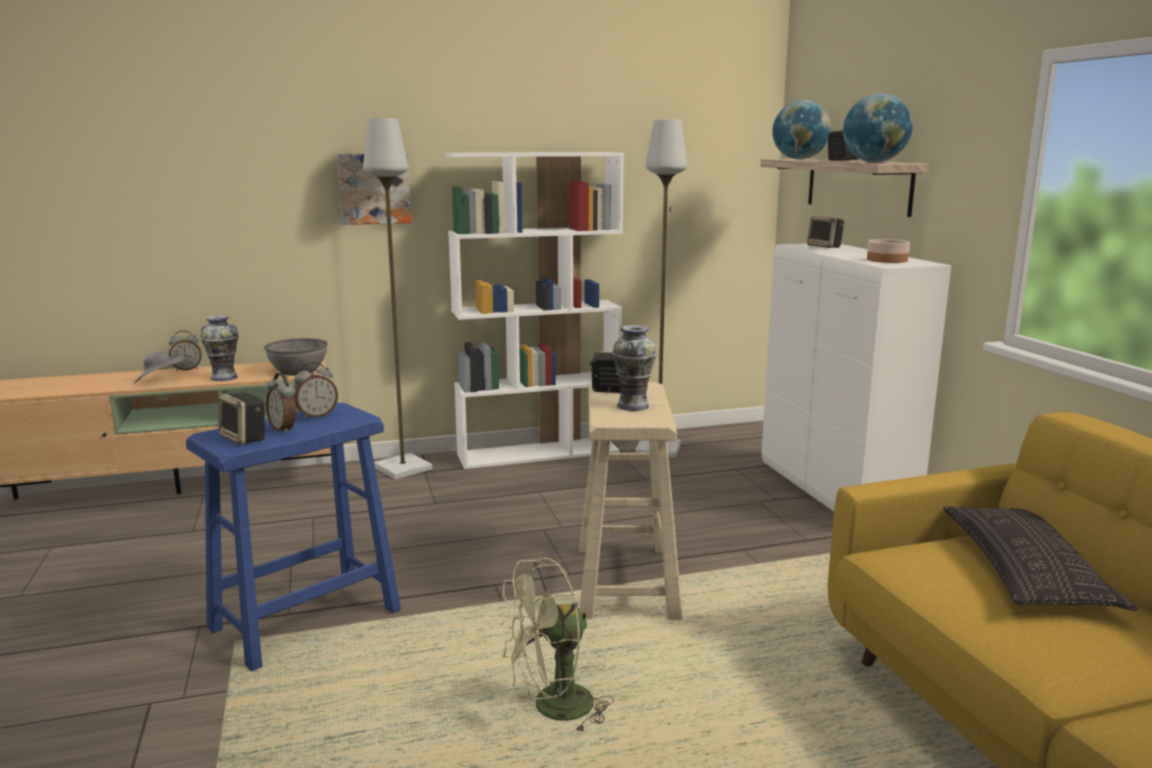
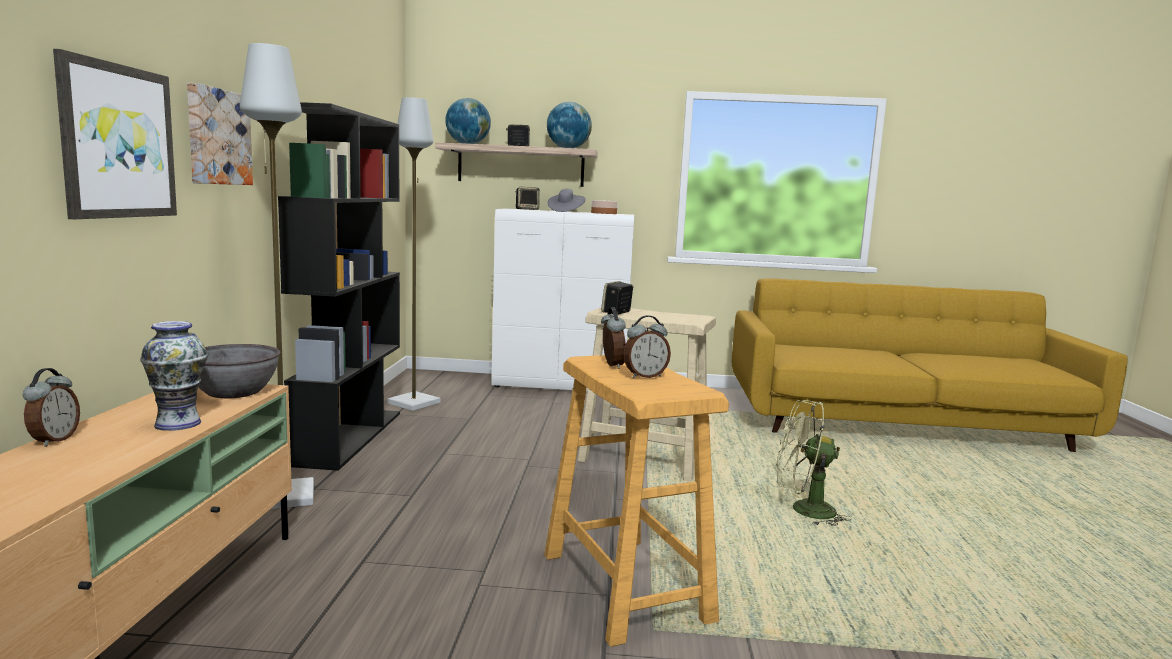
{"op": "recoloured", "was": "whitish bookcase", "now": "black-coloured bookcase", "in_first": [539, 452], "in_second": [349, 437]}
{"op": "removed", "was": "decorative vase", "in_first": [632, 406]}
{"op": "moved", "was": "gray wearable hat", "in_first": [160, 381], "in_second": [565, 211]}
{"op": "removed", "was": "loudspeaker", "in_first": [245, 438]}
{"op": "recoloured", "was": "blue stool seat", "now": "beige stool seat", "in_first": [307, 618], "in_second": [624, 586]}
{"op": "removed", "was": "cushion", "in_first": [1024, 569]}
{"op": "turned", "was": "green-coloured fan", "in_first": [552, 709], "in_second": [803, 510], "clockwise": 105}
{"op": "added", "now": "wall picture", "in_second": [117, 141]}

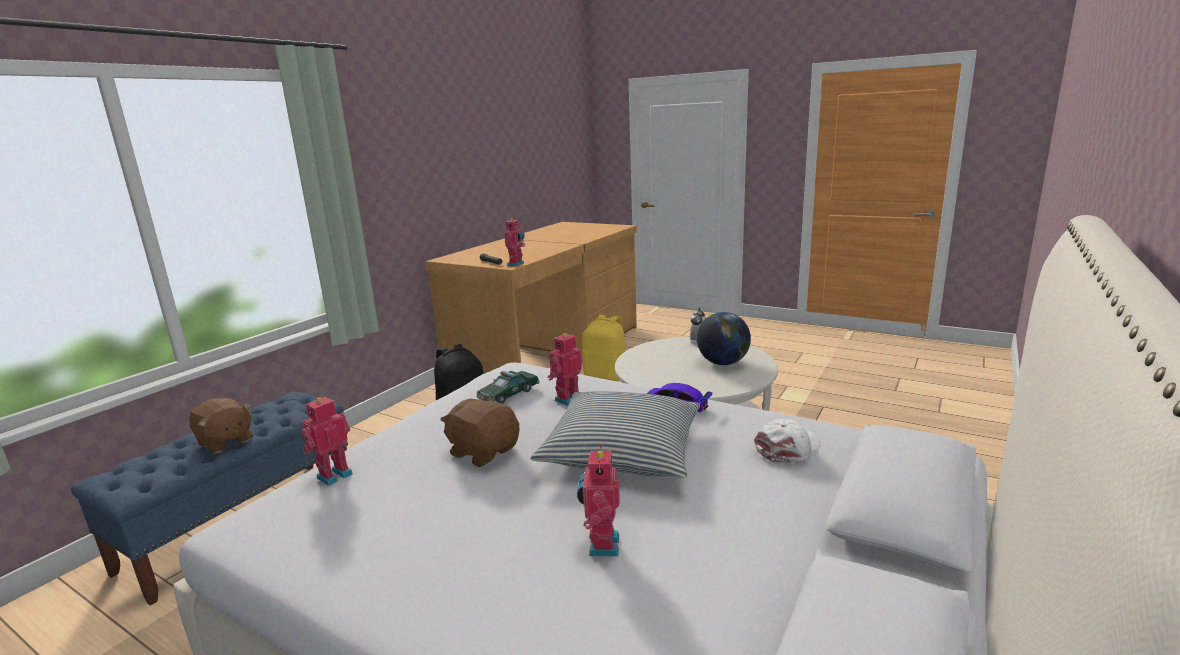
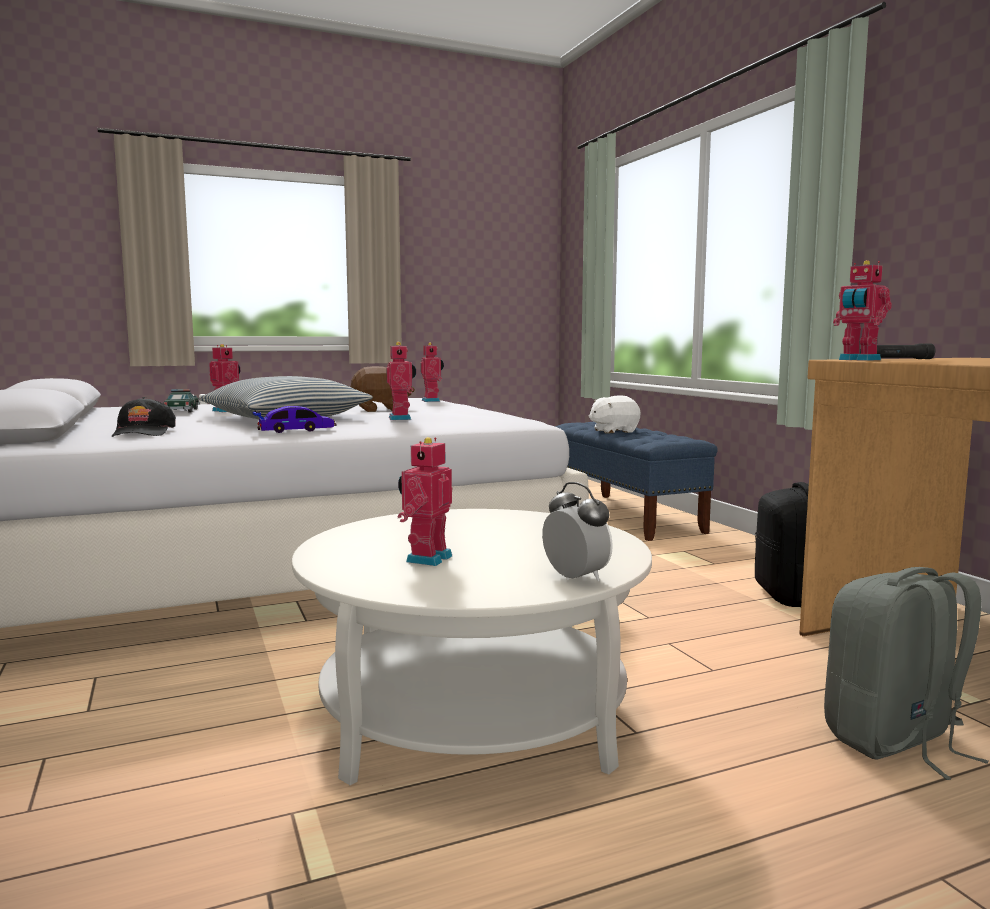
{"op": "replaced", "was": "desk globe", "now": "model robot", "in_first": [723, 363], "in_second": [426, 558]}
{"op": "recoloured", "was": "yellow knapsack", "now": "gray knapsack", "in_first": [606, 376], "in_second": [894, 741]}
{"op": "moved", "was": "miniature car", "in_first": [509, 394], "in_second": [182, 411]}
{"op": "recoloured", "was": "brown plush toy", "now": "whitish plush toy", "in_first": [225, 442], "in_second": [614, 431]}
{"op": "recoloured", "was": "whitish peaked cap", "now": "black-coloured peaked cap", "in_first": [788, 448], "in_second": [143, 432]}

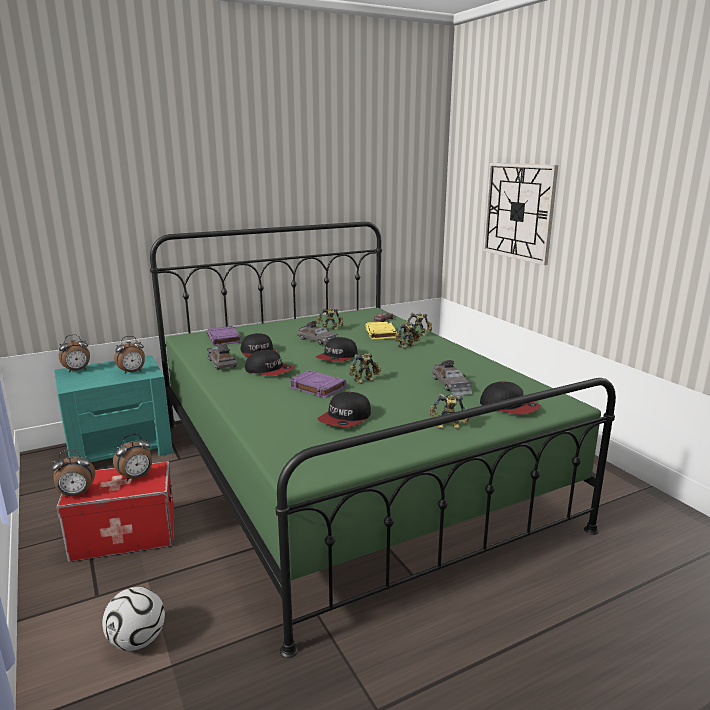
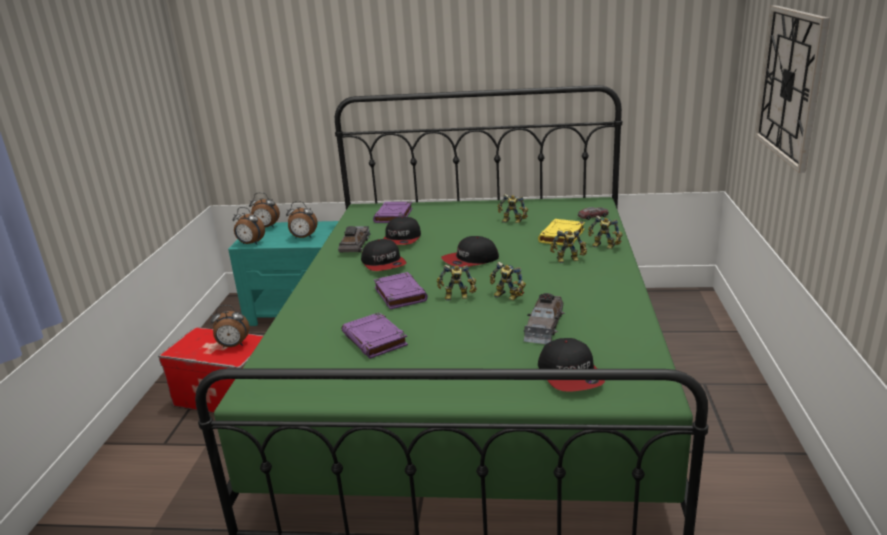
{"op": "removed", "was": "gray miniature car", "in_first": [318, 340]}
{"op": "replaced", "was": "peaked cap", "now": "purple volume", "in_first": [345, 418], "in_second": [375, 340]}
{"op": "moved", "was": "model robot", "in_first": [449, 427], "in_second": [506, 297]}
{"op": "moved", "was": "bedside clock", "in_first": [76, 494], "in_second": [250, 244]}
{"op": "removed", "was": "football ball", "in_first": [138, 640]}

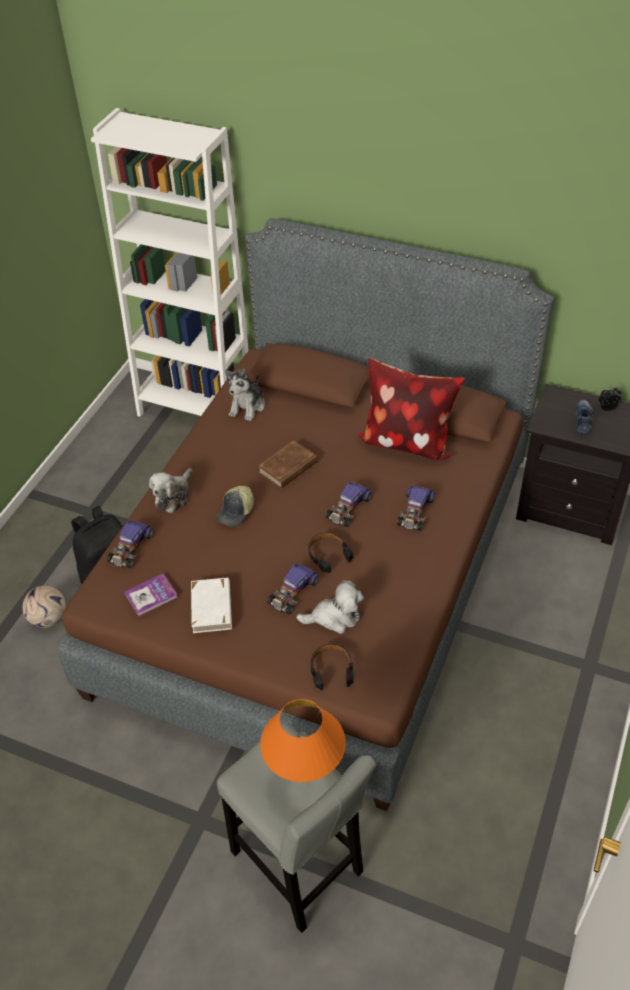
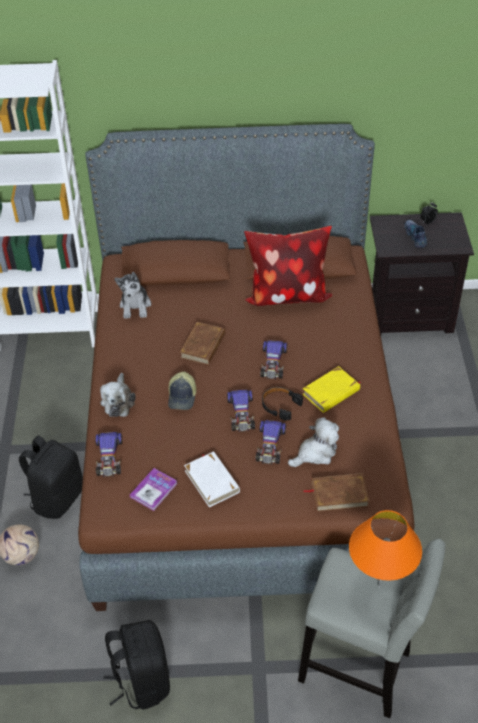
{"op": "moved", "was": "miniature car", "in_first": [415, 512], "in_second": [241, 413]}
{"op": "replaced", "was": "black-coloured pair of headphones", "now": "brown volume", "in_first": [331, 669], "in_second": [339, 494]}
{"op": "added", "now": "yellow volume", "in_second": [331, 392]}
{"op": "added", "now": "black-coloured knapsack", "in_second": [141, 681]}

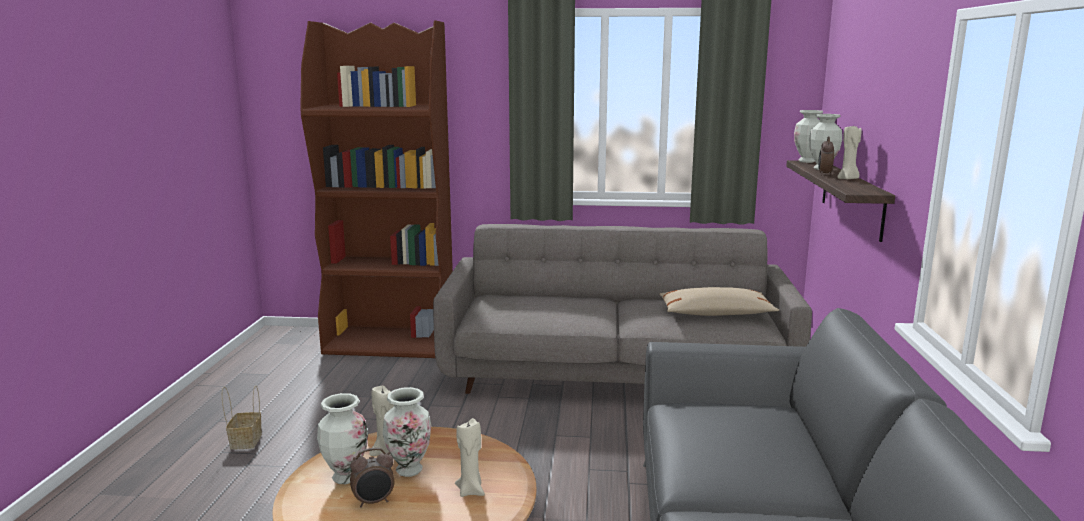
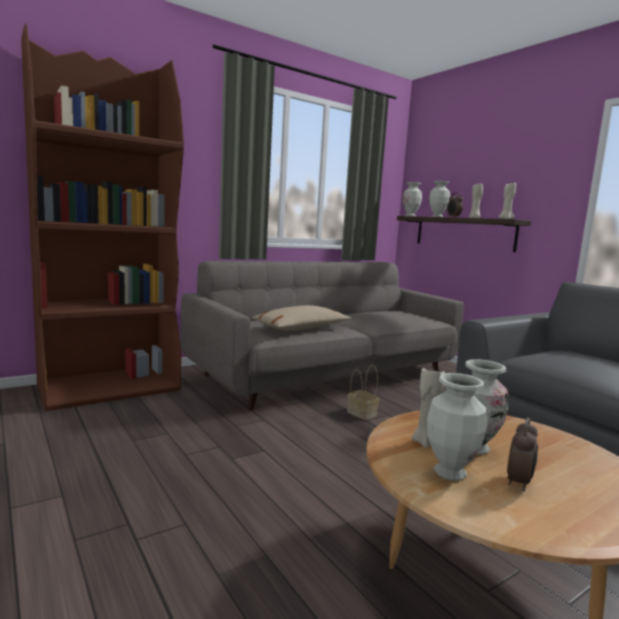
{"op": "moved", "was": "beige cushion", "in_first": [715, 314], "in_second": [301, 328]}
{"op": "moved", "was": "storage basket", "in_first": [245, 440], "in_second": [360, 413]}
{"op": "moved", "was": "beige wax light", "in_first": [471, 490], "in_second": [505, 219]}

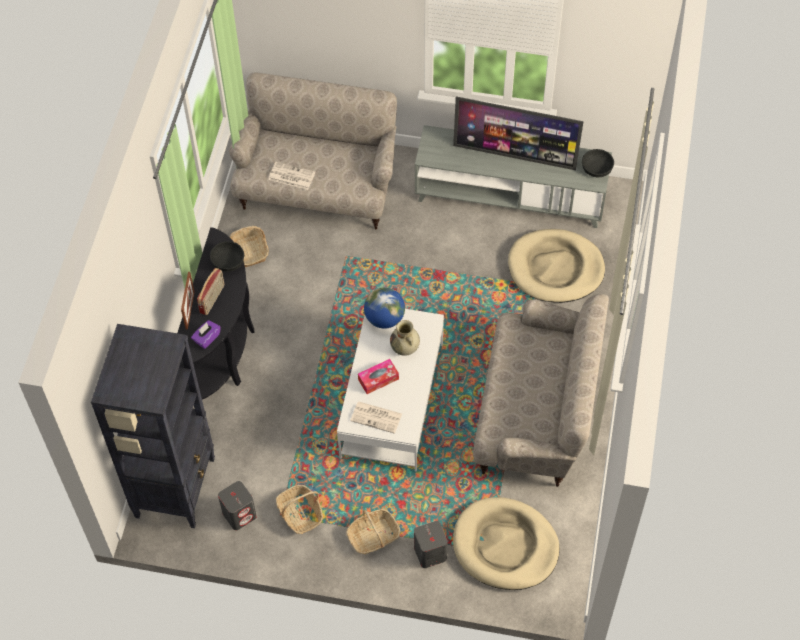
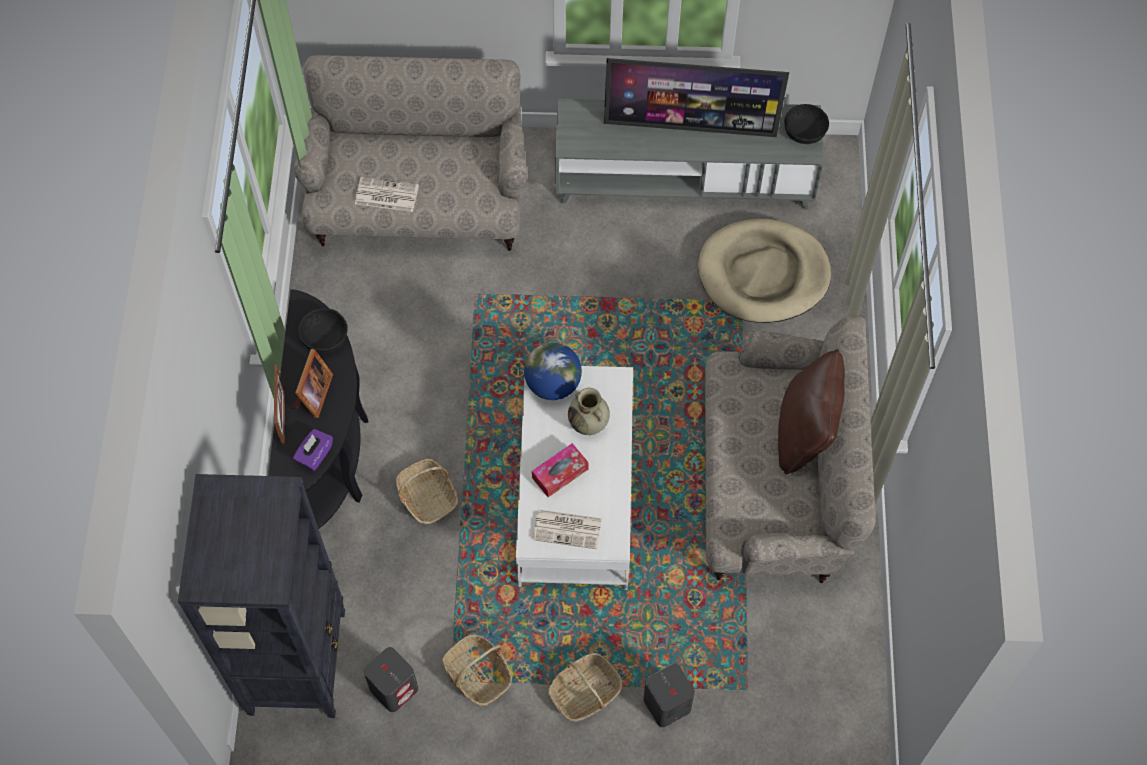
{"op": "moved", "was": "storage basket", "in_first": [249, 251], "in_second": [427, 496]}
{"op": "replaced", "was": "radio set", "now": "standing frame", "in_first": [212, 299], "in_second": [313, 395]}
{"op": "removed", "was": "beige pet bed", "in_first": [505, 546]}
{"op": "added", "now": "brown cushion", "in_second": [805, 433]}

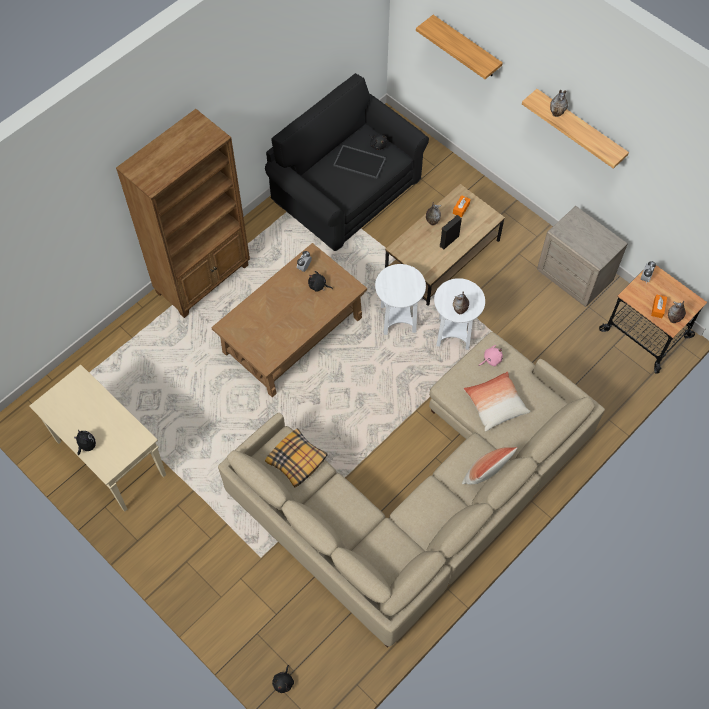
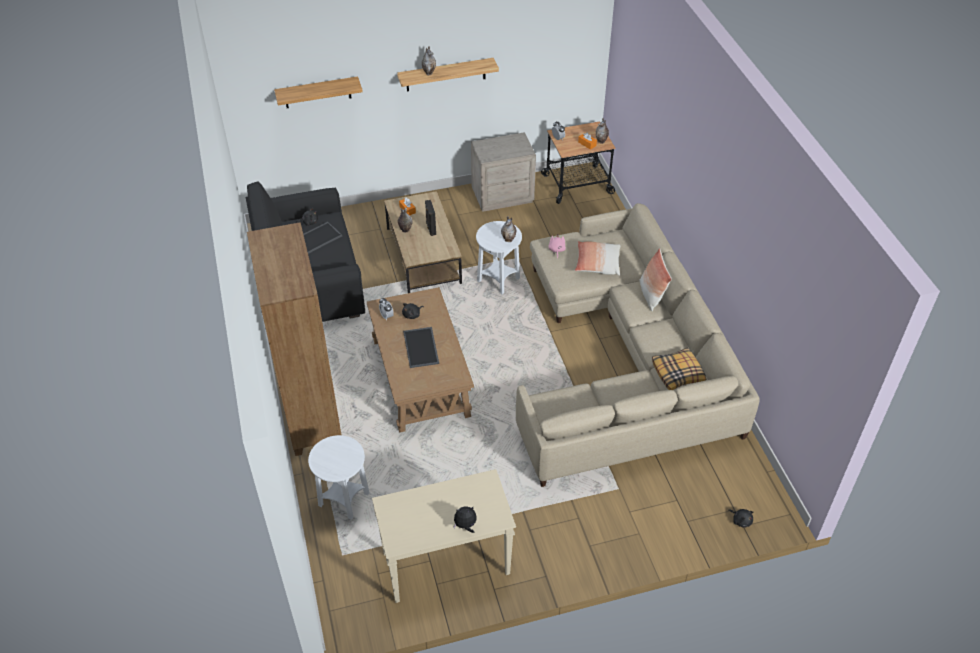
{"op": "moved", "was": "whitish accent table", "in_first": [398, 319], "in_second": [343, 499]}
{"op": "moved", "was": "cushion", "in_first": [297, 460], "in_second": [678, 373]}
{"op": "added", "now": "carrying tray", "in_second": [422, 348]}

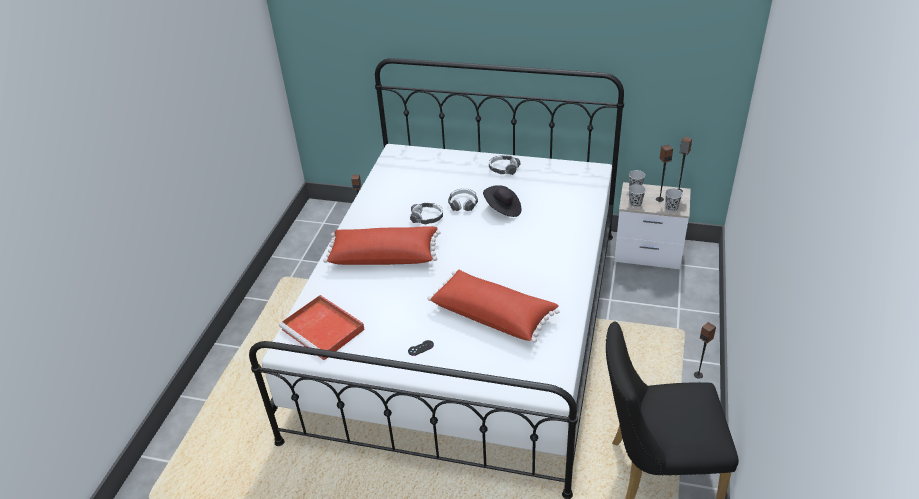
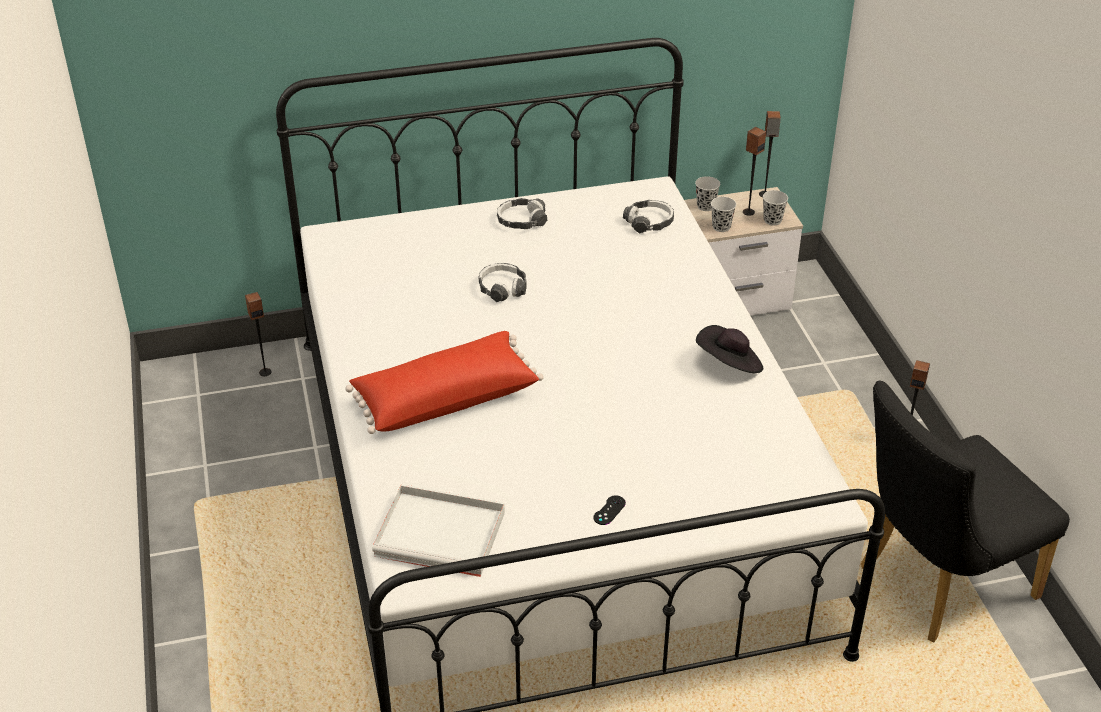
{"op": "moved", "was": "black-coloured wearable hat", "in_first": [503, 209], "in_second": [729, 364]}
{"op": "moved", "was": "pair of headphones", "in_first": [427, 217], "in_second": [649, 222]}
{"op": "removed", "was": "red-coloured cushion", "in_first": [493, 314]}
{"op": "recoloured", "was": "red-coloured carrying tray", "now": "whitish carrying tray", "in_first": [324, 330], "in_second": [443, 534]}

